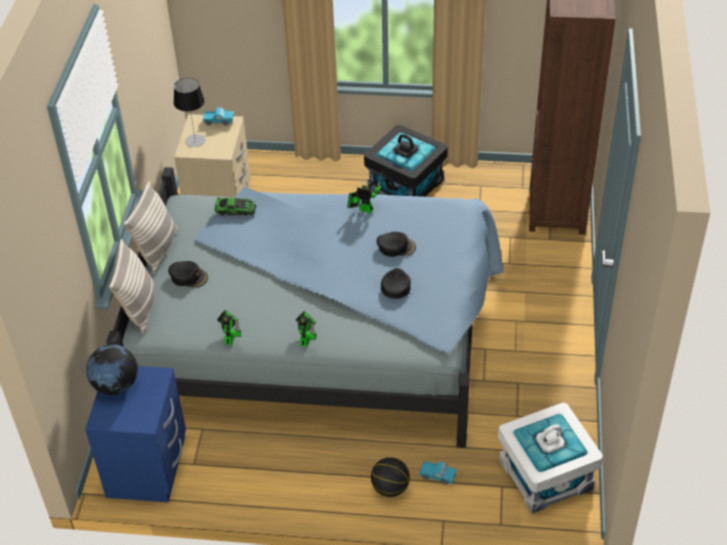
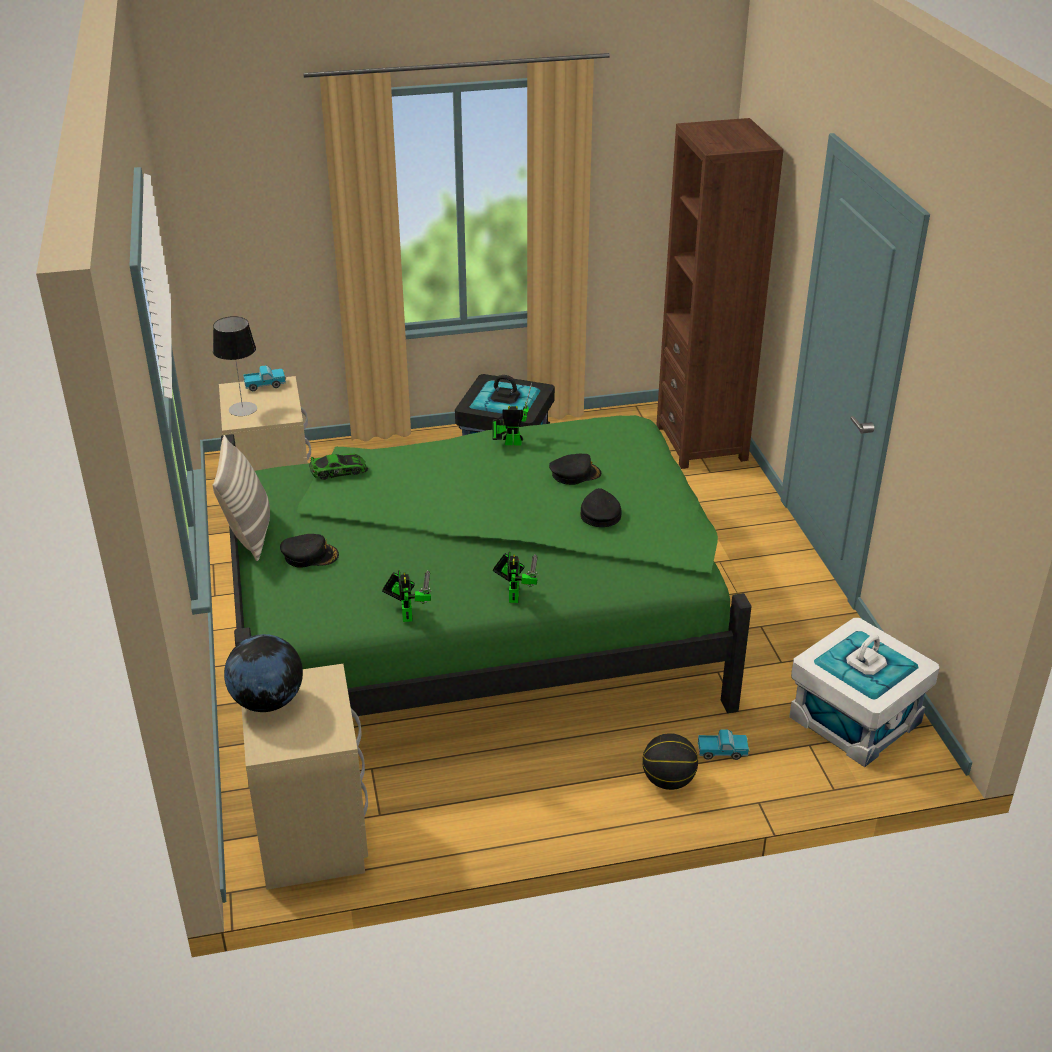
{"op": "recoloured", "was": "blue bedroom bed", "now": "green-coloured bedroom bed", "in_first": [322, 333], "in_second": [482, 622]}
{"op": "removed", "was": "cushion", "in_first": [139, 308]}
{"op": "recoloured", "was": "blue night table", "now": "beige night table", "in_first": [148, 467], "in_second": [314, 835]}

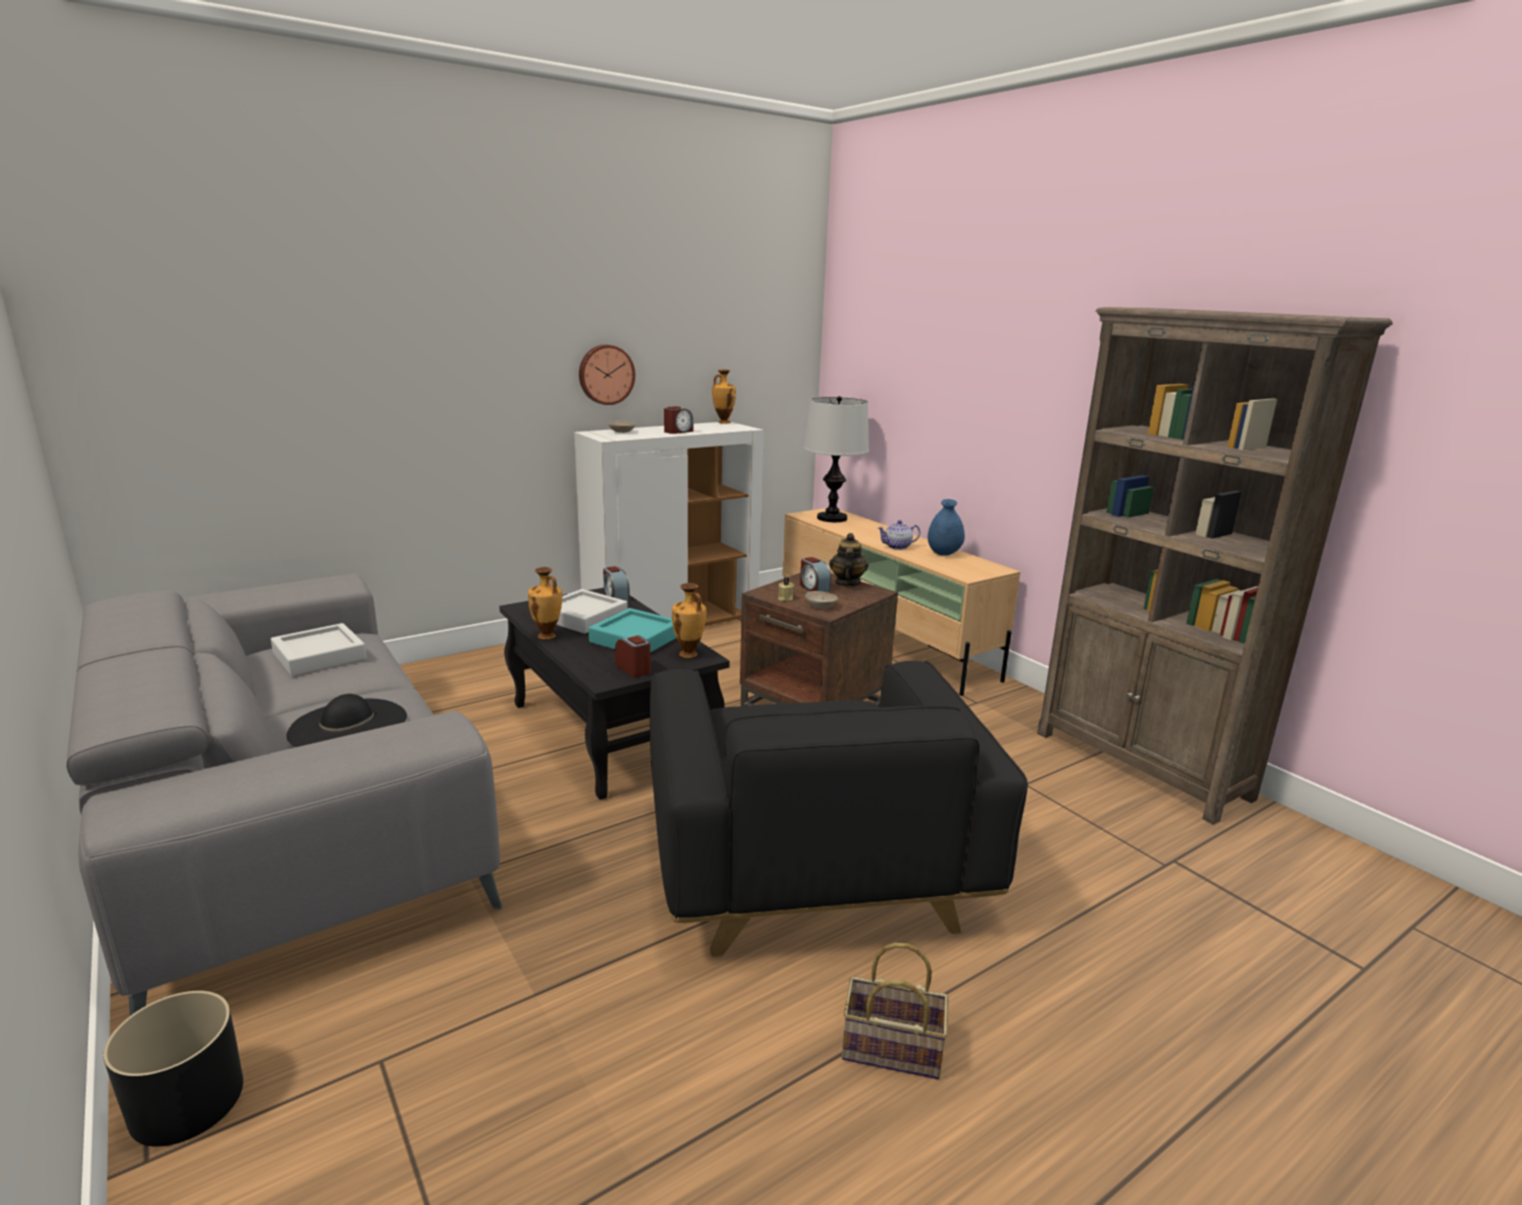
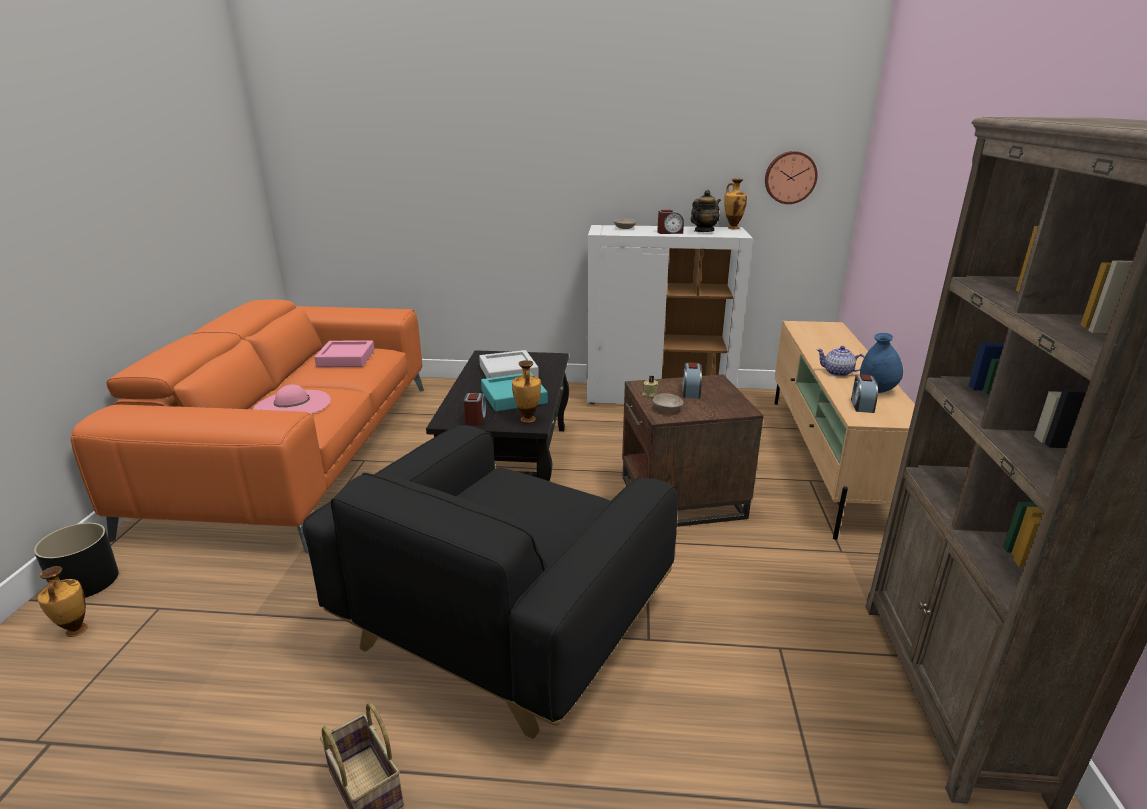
{"op": "moved", "was": "clock on the wall", "in_first": [605, 374], "in_second": [790, 177]}
{"op": "removed", "was": "table lamp", "in_first": [832, 518]}
{"op": "moved", "was": "tea pot", "in_first": [847, 583], "in_second": [703, 231]}
{"op": "moved", "was": "bedside clock", "in_first": [615, 597], "in_second": [861, 405]}
{"op": "moved", "was": "decorative vase", "in_first": [547, 636], "in_second": [75, 631]}
{"op": "recoloured", "was": "gray couch", "now": "orange couch", "in_first": [288, 812], "in_second": [297, 450]}
{"op": "recoloured", "was": "gray carrying tray", "now": "pink carrying tray", "in_first": [319, 656], "in_second": [346, 358]}
{"op": "recoloured", "was": "black-coloured wearable hat", "now": "pink wearable hat", "in_first": [348, 725], "in_second": [292, 405]}

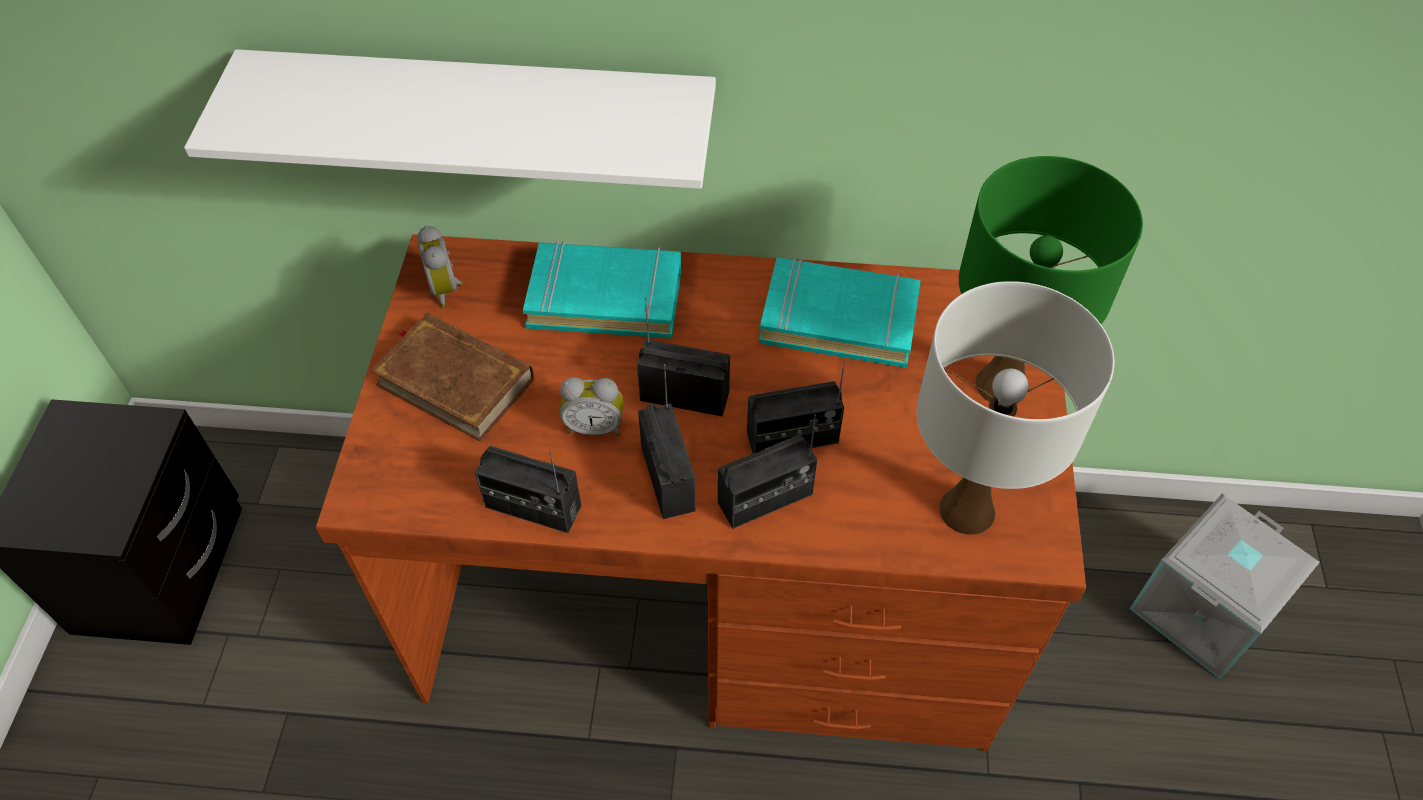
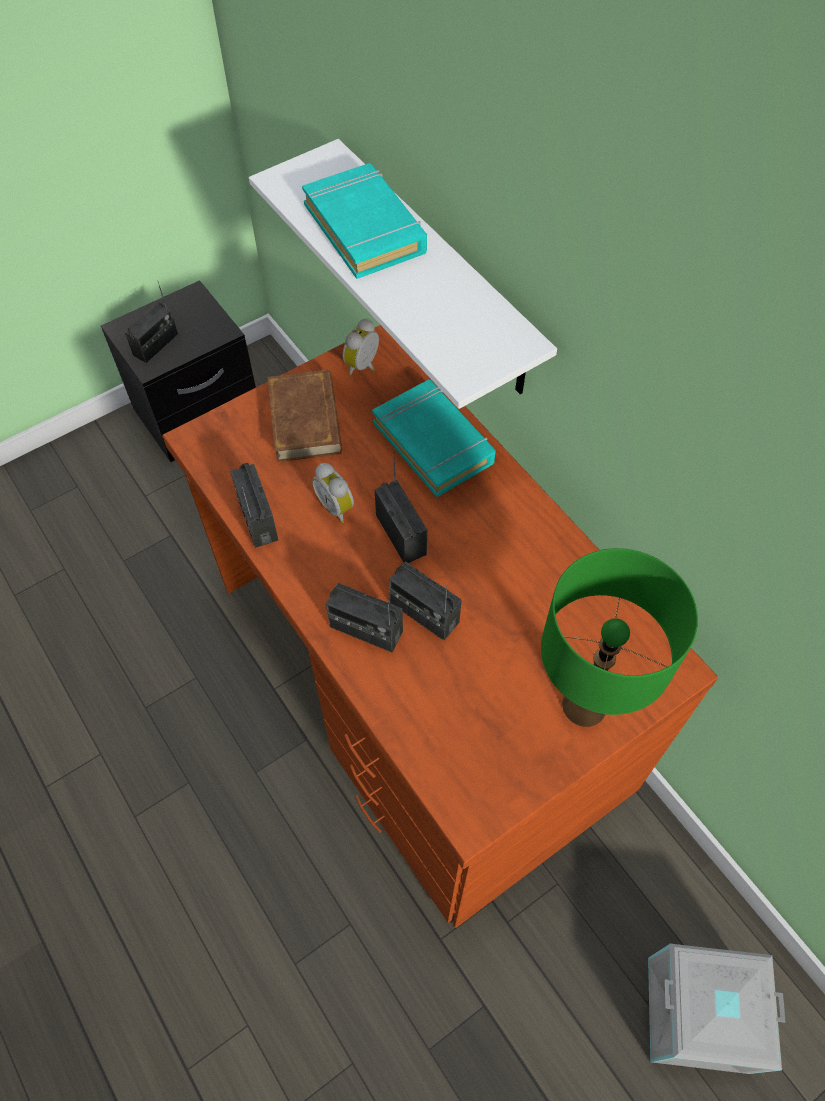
{"op": "moved", "was": "turquoise volume", "in_first": [839, 319], "in_second": [365, 228]}
{"op": "removed", "was": "whitish table lamp", "in_first": [967, 511]}
{"op": "moved", "was": "radio set", "in_first": [668, 478], "in_second": [156, 345]}

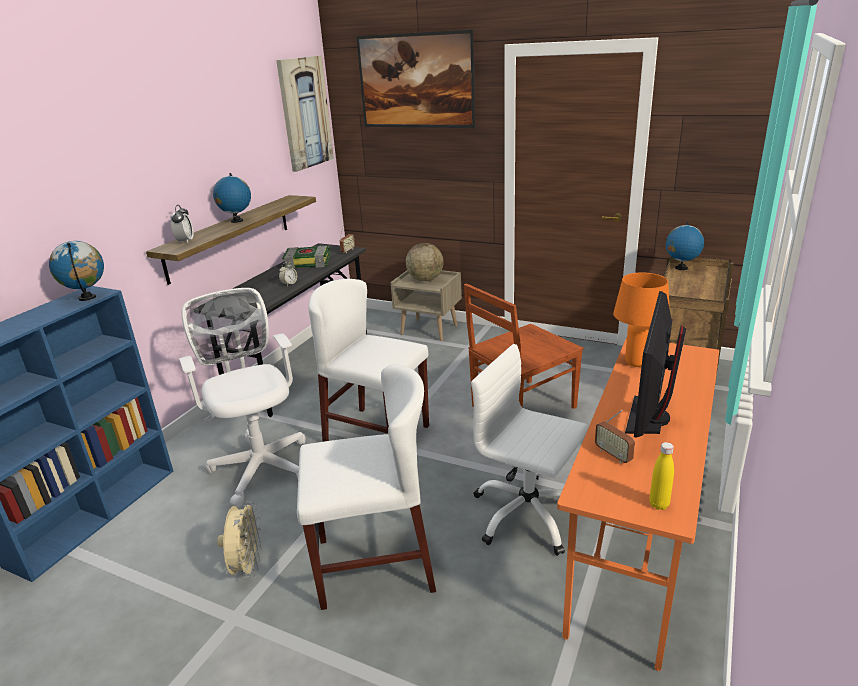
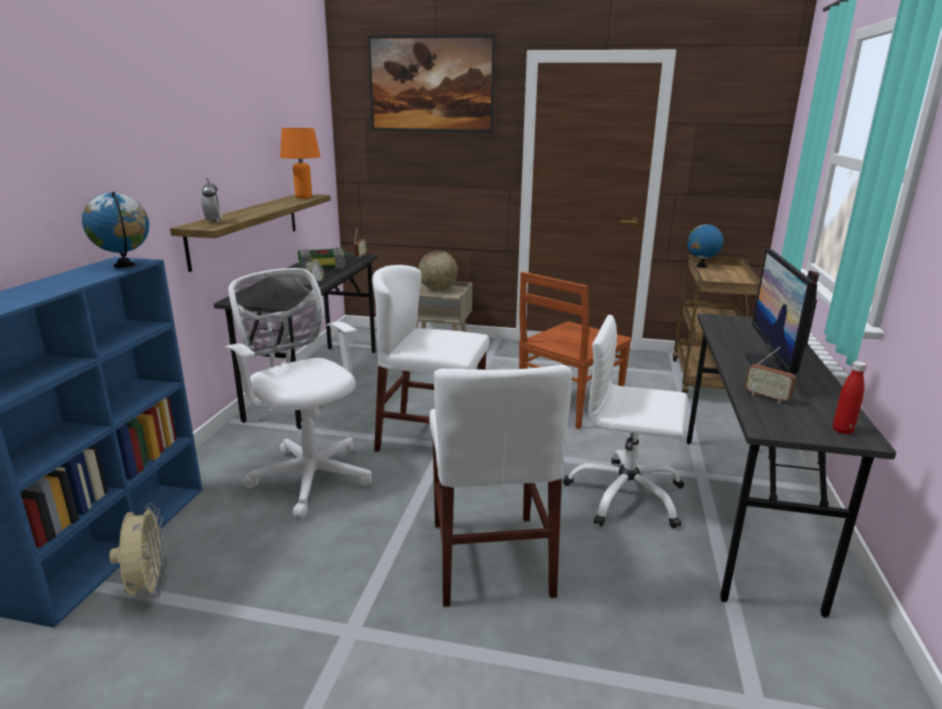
{"op": "removed", "was": "wall picture", "in_first": [305, 113]}
{"op": "removed", "was": "desk globe", "in_first": [237, 221]}
{"op": "moved", "was": "orange table lamp", "in_first": [636, 362], "in_second": [304, 197]}
{"op": "recoloured", "was": "orange desk", "now": "gray desk", "in_first": [637, 546], "in_second": [743, 512]}
{"op": "turned", "was": "whitish chair", "in_first": [374, 564], "in_second": [490, 557], "clockwise": 105}
{"op": "recoloured", "was": "yellow drink bottle", "now": "red-coloured drink bottle", "in_first": [659, 504], "in_second": [842, 430]}
{"op": "moved", "was": "beige fan", "in_first": [247, 566], "in_second": [148, 587]}

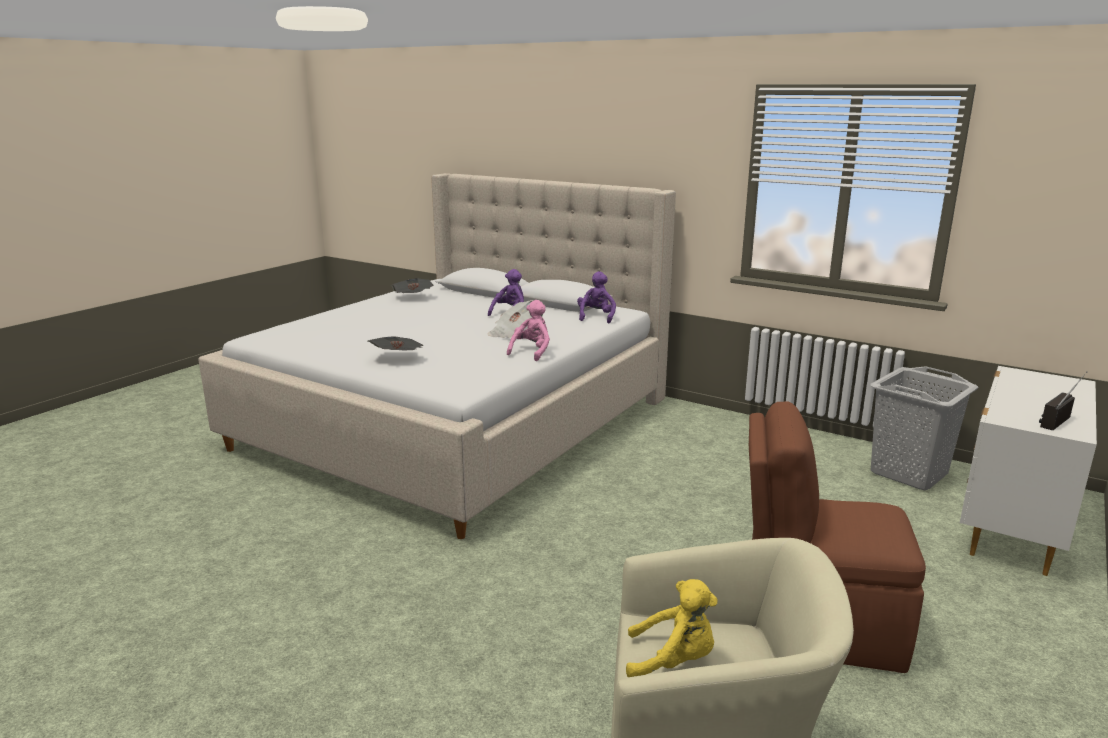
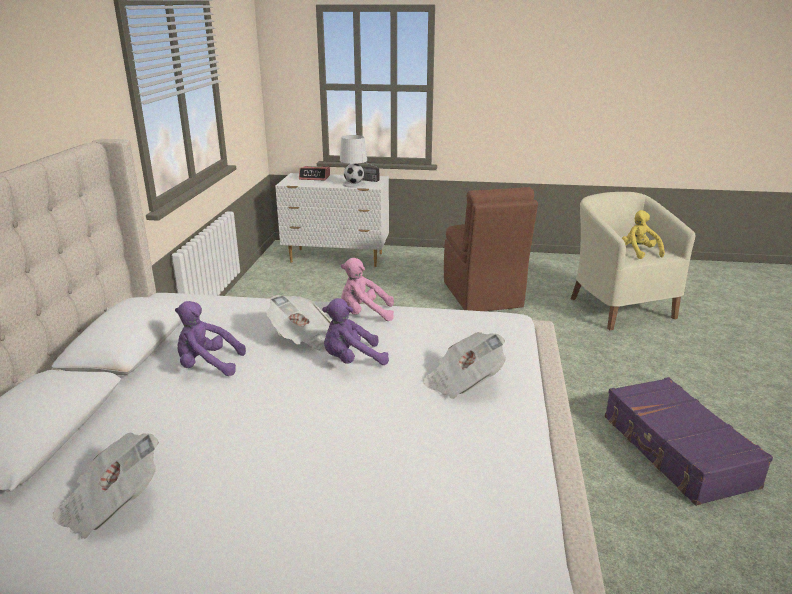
{"op": "moved", "was": "purple plush toy", "in_first": [596, 317], "in_second": [352, 360]}
{"op": "removed", "was": "gray hamper", "in_first": [908, 473]}
{"op": "added", "now": "whitish table lamp", "in_second": [354, 184]}
{"op": "added", "now": "bedside clock", "in_second": [315, 177]}
{"op": "added", "now": "purple travel case", "in_second": [676, 451]}

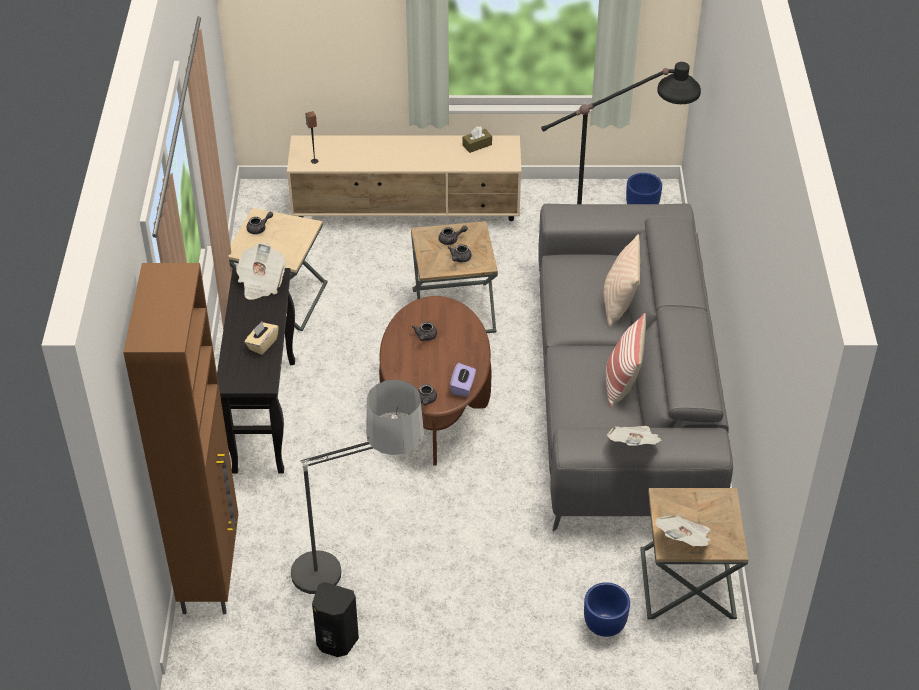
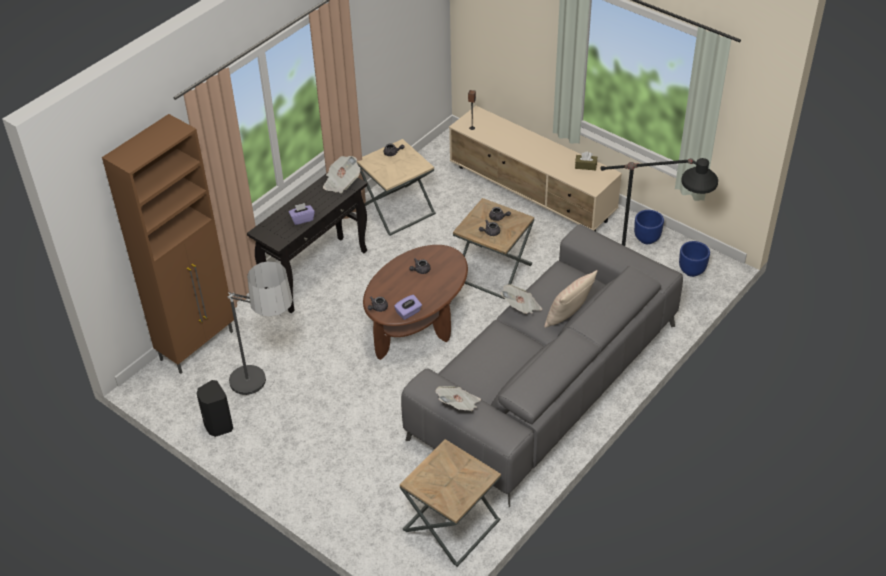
{"op": "removed", "was": "cushion", "in_first": [622, 383]}
{"op": "recoloured", "was": "beige tissue box", "now": "purple tissue box", "in_first": [262, 344], "in_second": [302, 219]}
{"op": "moved", "was": "daily paper", "in_first": [684, 540], "in_second": [521, 307]}
{"op": "moved", "was": "blue flower pot", "in_first": [604, 626], "in_second": [646, 239]}

